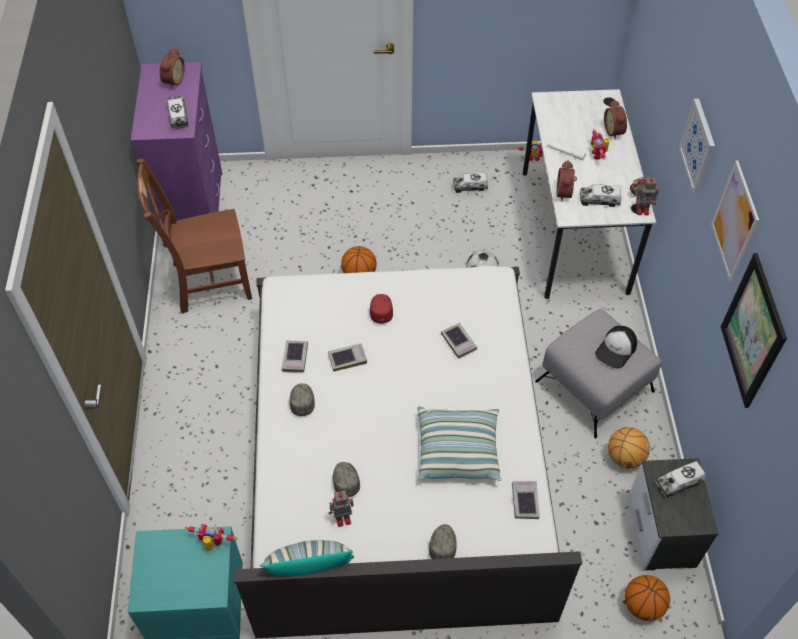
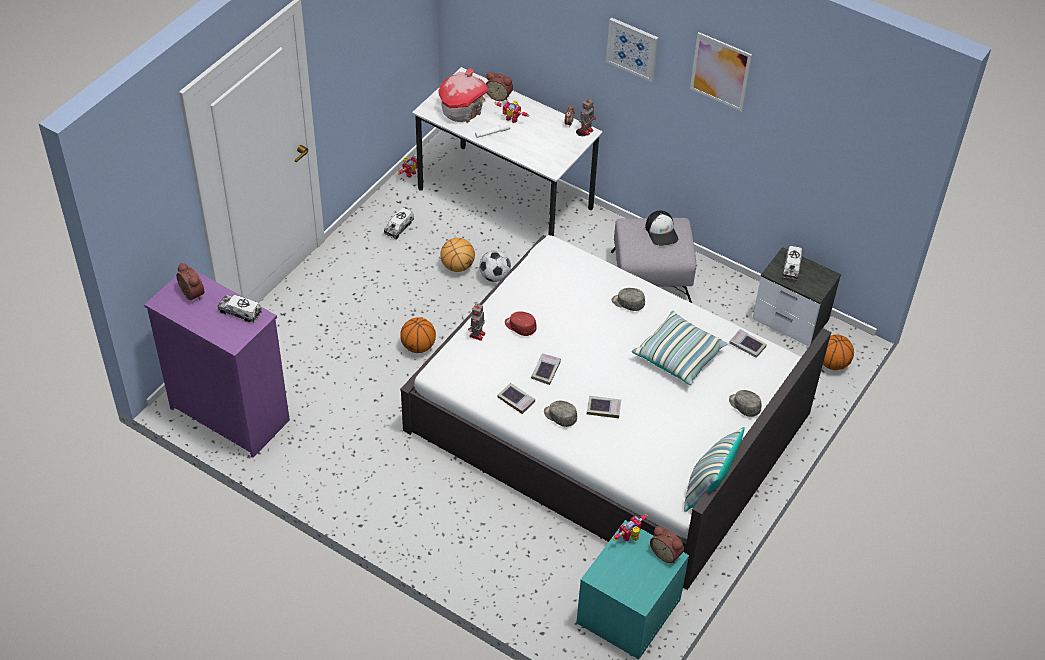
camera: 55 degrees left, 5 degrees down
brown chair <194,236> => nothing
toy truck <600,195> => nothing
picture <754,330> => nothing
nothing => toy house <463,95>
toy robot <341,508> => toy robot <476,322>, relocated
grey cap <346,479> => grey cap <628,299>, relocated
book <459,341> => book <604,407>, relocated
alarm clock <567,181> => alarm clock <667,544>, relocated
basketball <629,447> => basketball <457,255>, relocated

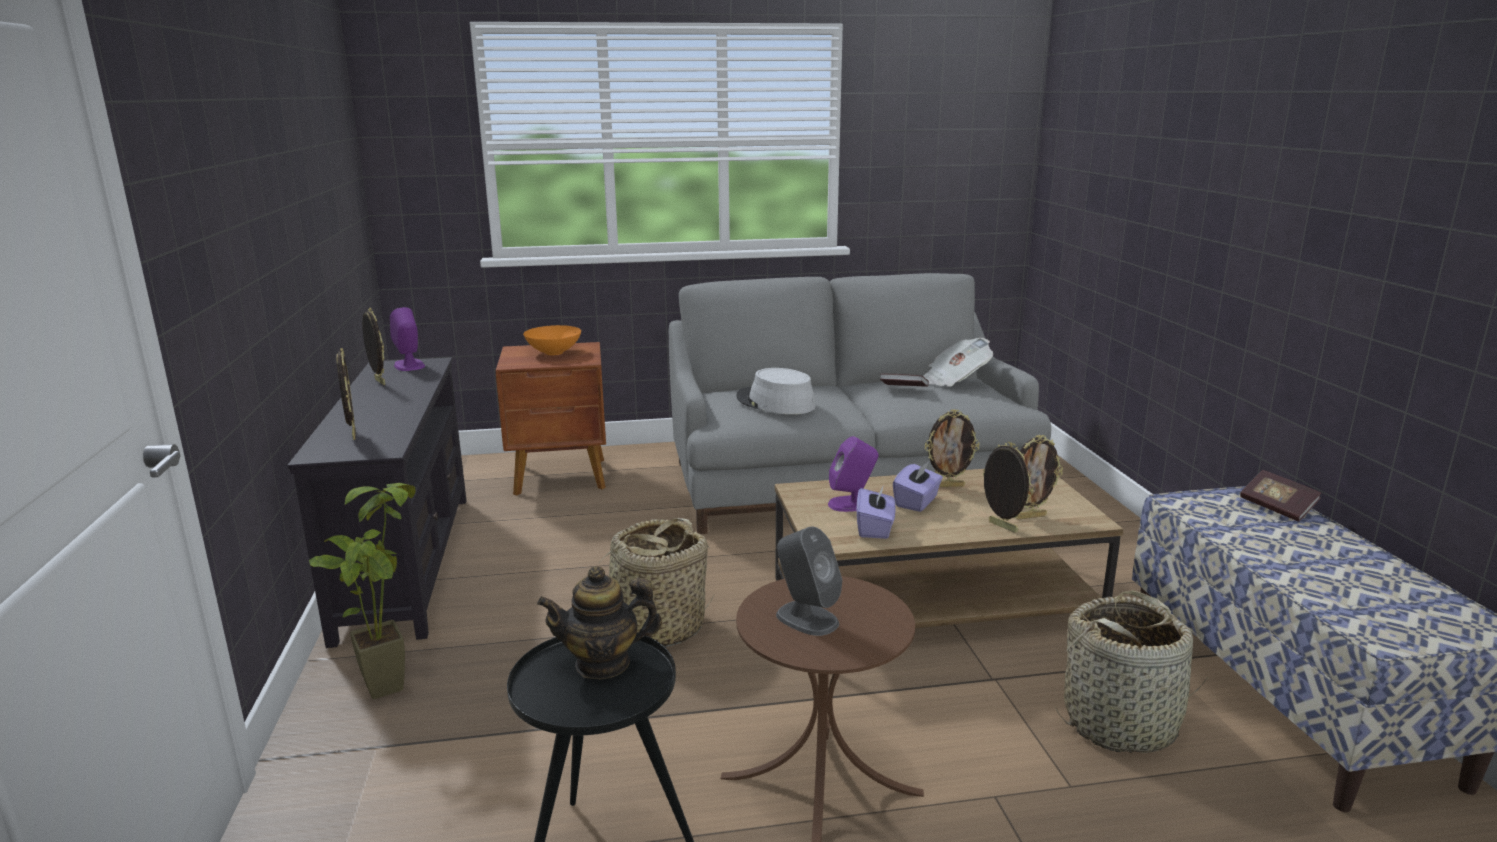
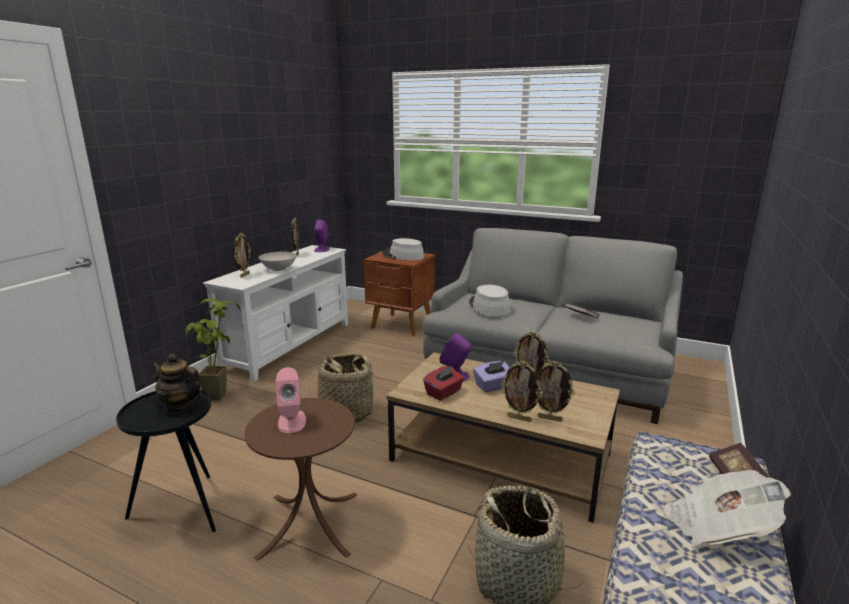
camera: 35 degrees right, 0 degrees up
nothing => white bowl <277,261>
newspaper <958,362> => newspaper <727,507>, relocated
orange bowl <552,340> => grey hat <403,249>
black tv stand <377,502> => white tv stand <275,313>
grey speaker <809,581> => pink speaker <290,400>
purple tissue box <876,511> => red tissue box <443,383>
picture frame <1008,487> => picture frame <522,391>, 120 degrees clockwise

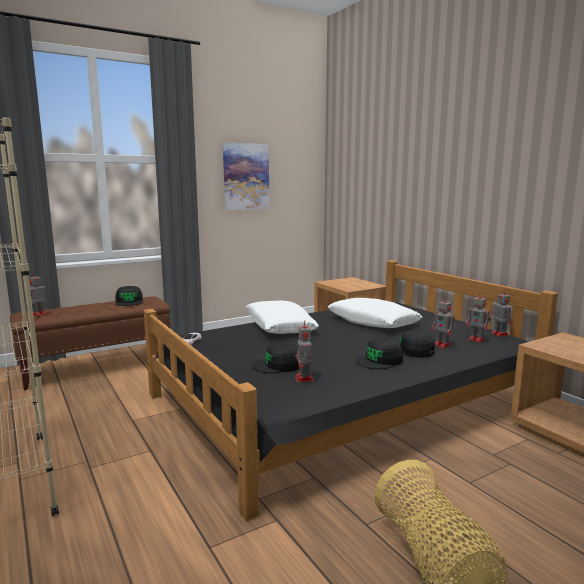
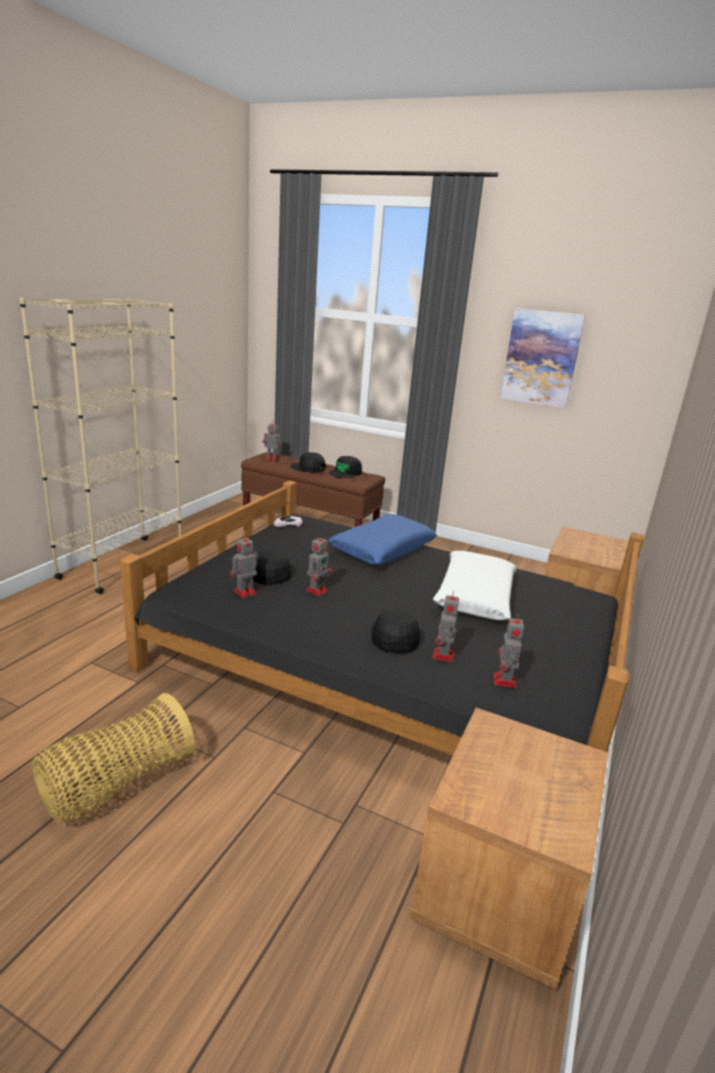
camera: 55 degrees right, 10 degrees up
black cap <379,353> => black cap <308,462>, relocated
toy robot <502,313> => toy robot <319,565>, relocated
white pillow <282,317> => blue pillow <382,539>

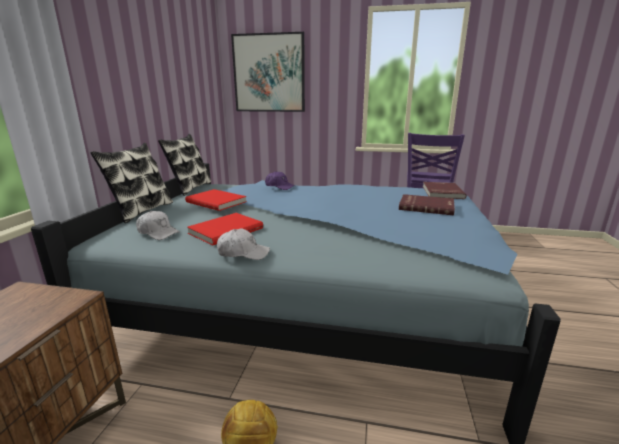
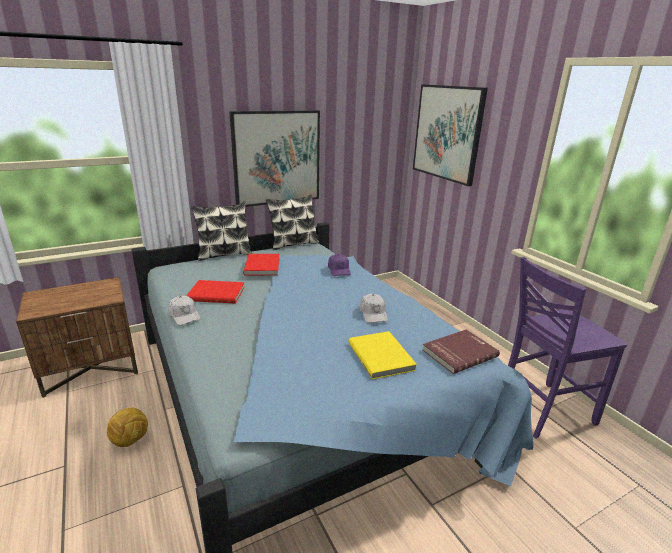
camera: 50 degrees right, 5 degrees up
nothing => picture <274,158>
white cap <158,225> => white cap <374,308>, relocated
red book <427,204> => yellow book <382,355>

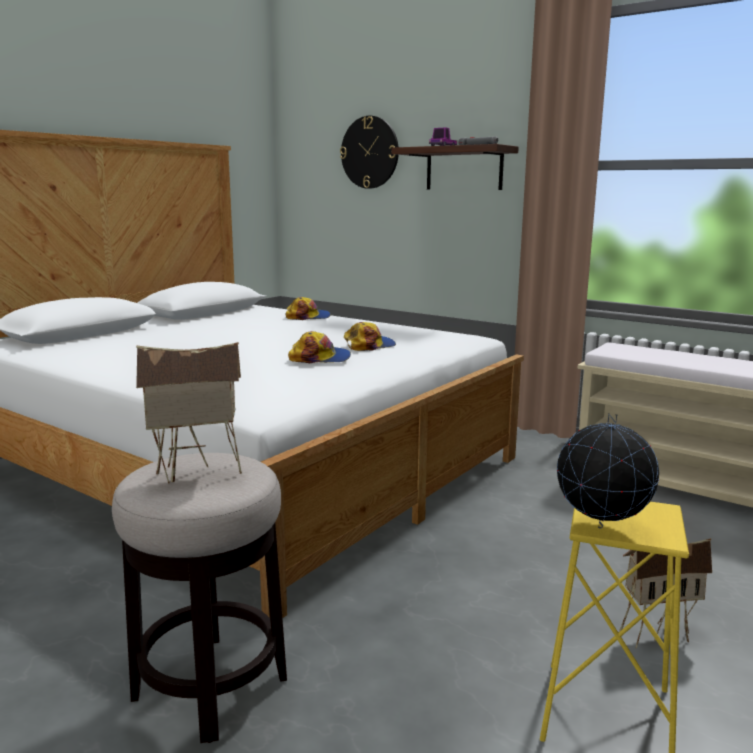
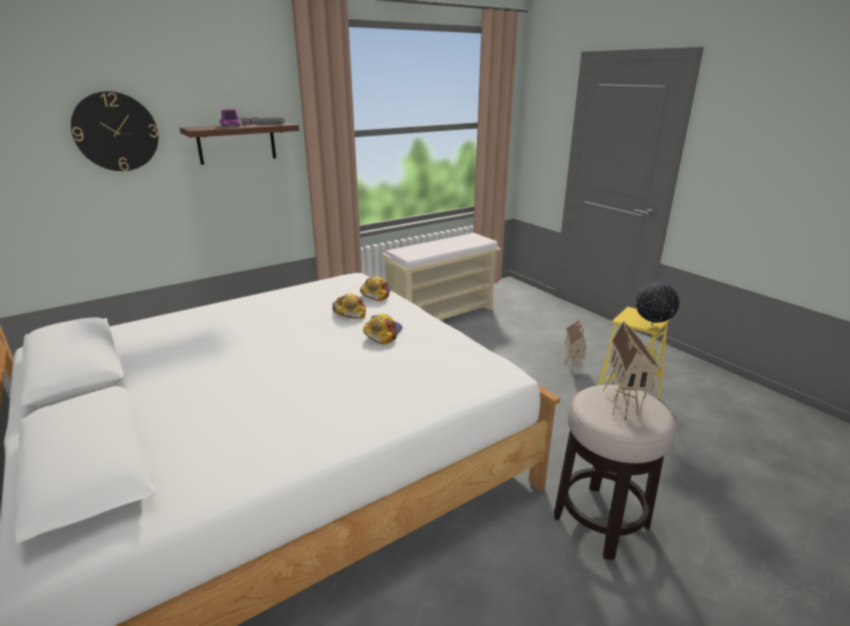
camera: 70 degrees left, 10 degrees up
cap <308,308> => cap <376,289>, relocated

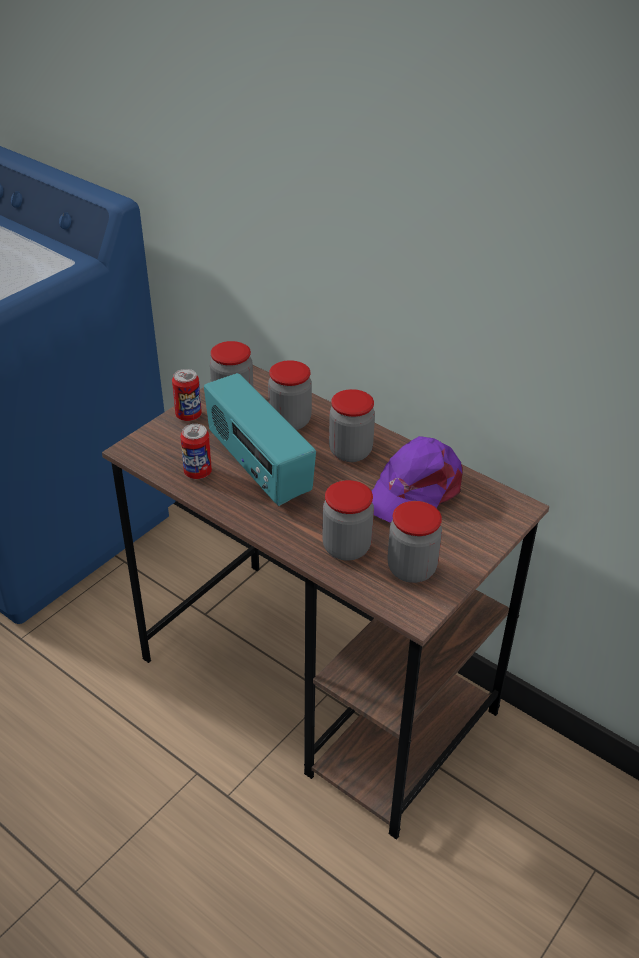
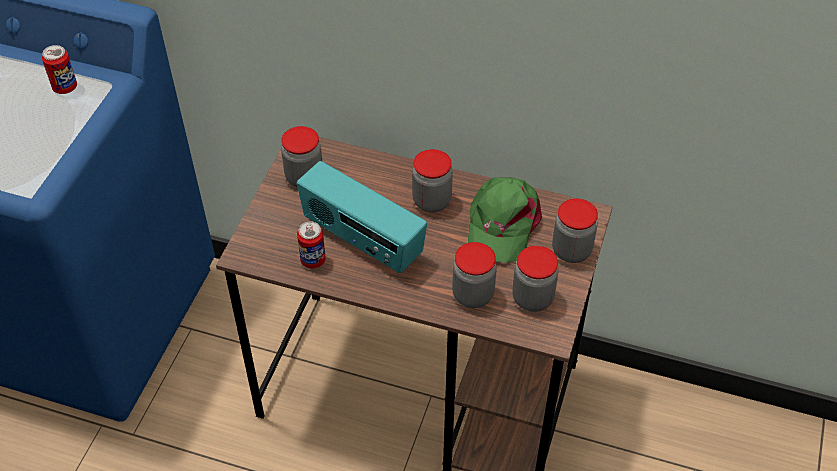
camera: 20 degrees left, 10 degrees up
can <187,395> => can <59,69>, relocated
jar <290,395> => jar <575,230>, relocated
purple cap <417,479> => green cap <505,220>

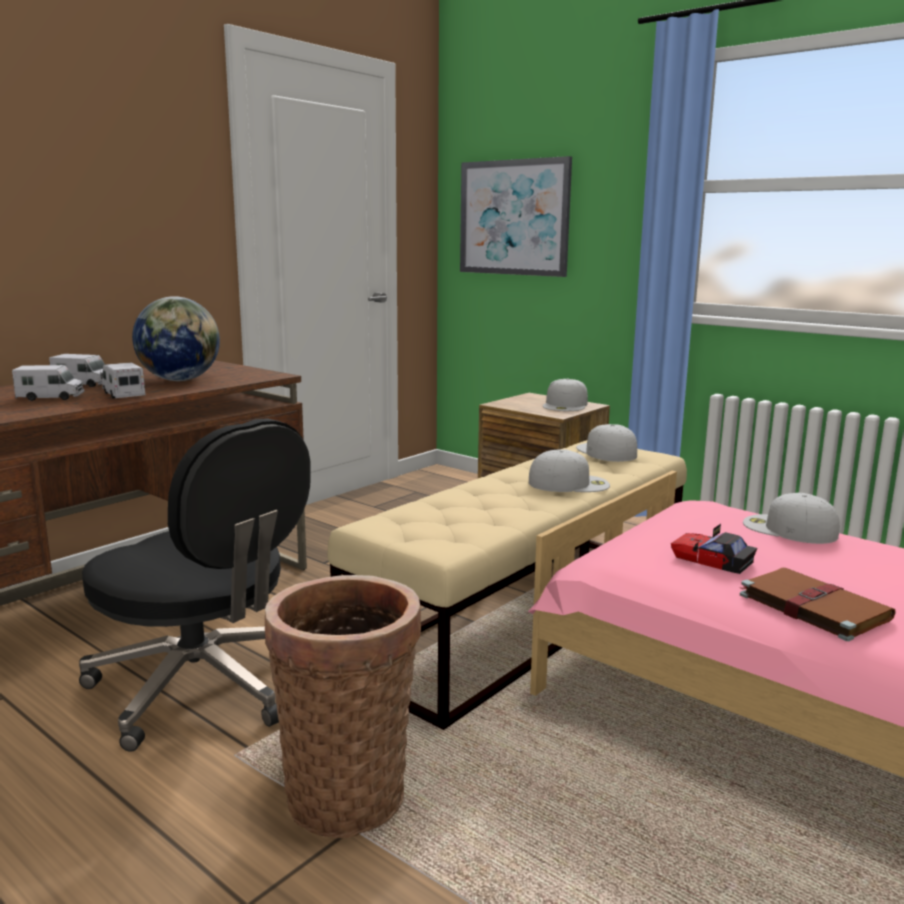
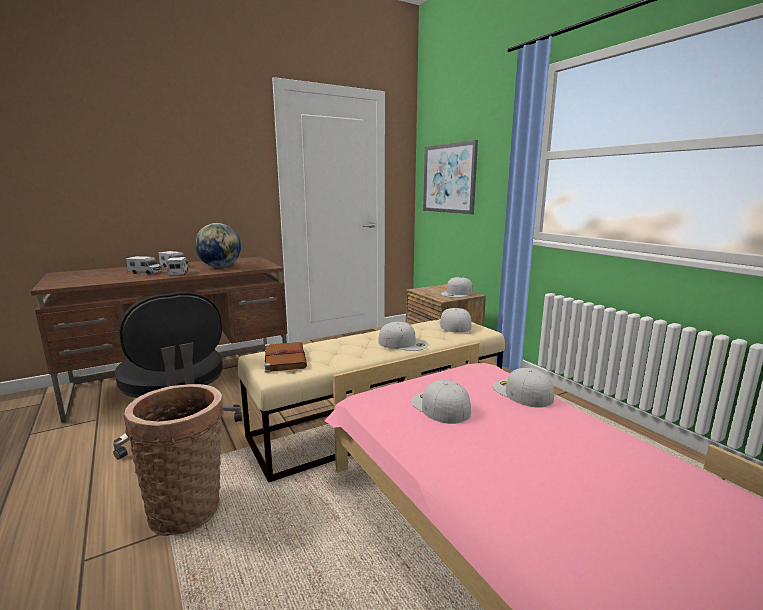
camera: 20 degrees right, 0 degrees up
brown book <817,604> => brown book <285,357>, relocated
toy car <714,549> => white cap <441,402>

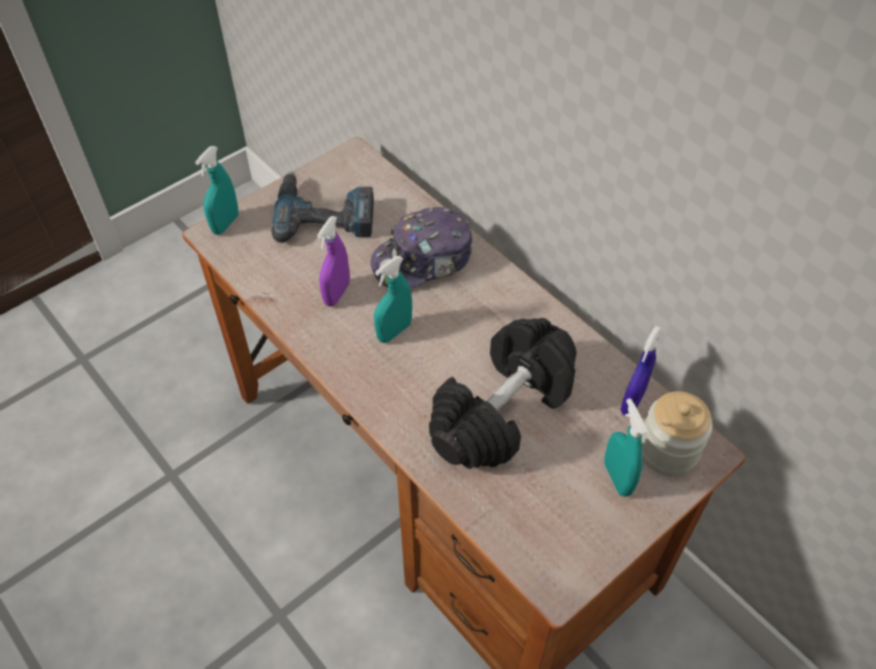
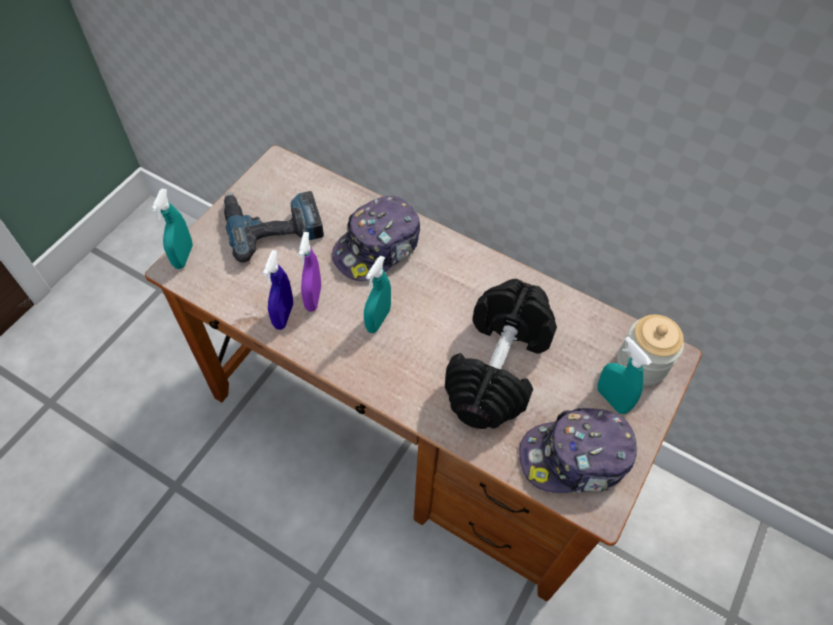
camera: 20 degrees left, 5 degrees up
nothing => cap <578,450>
blue spray bottle <641,370> => blue spray bottle <278,290>, relocated

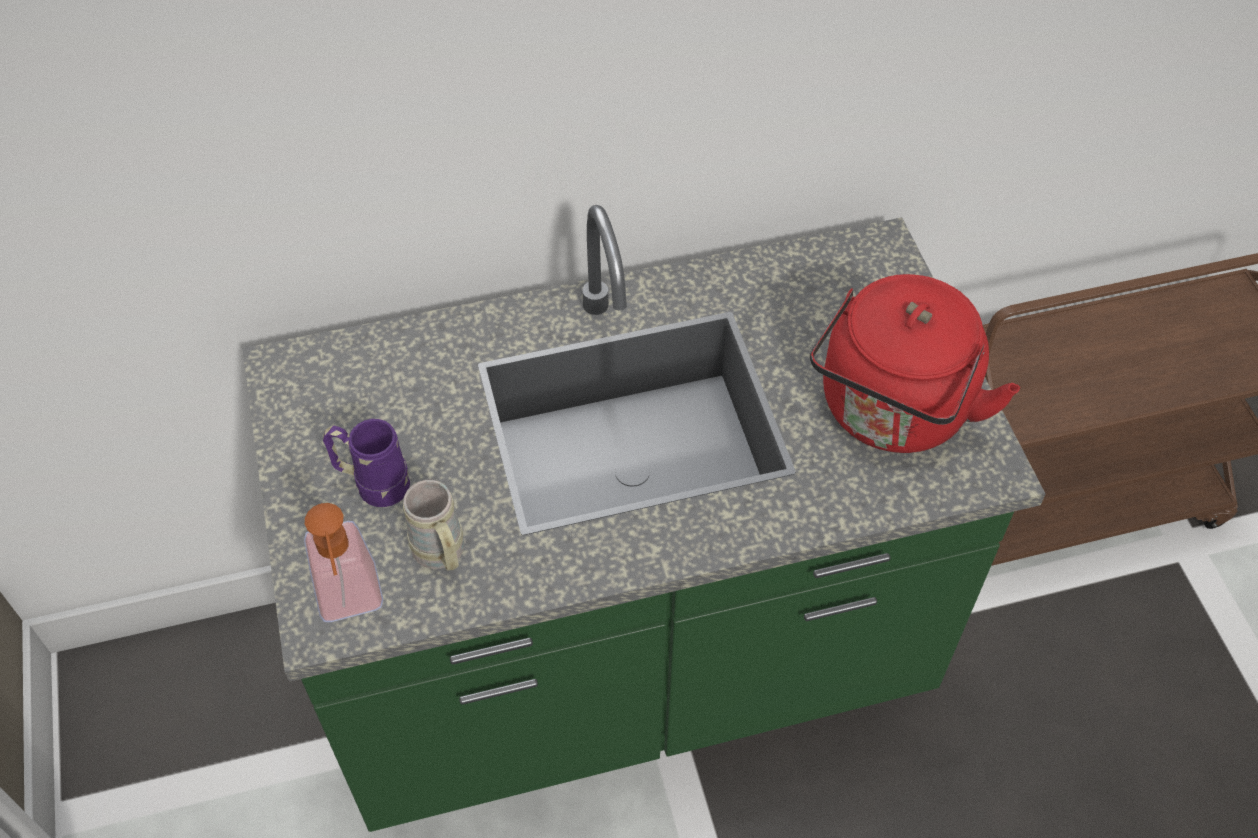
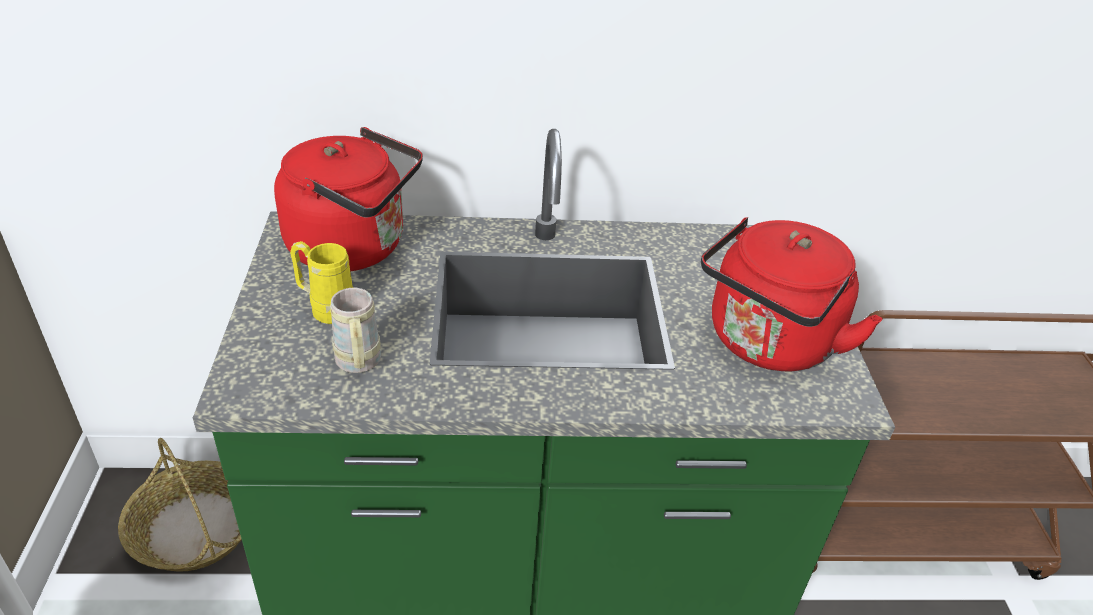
camera: 10 degrees right, 15 degrees down
soap dispenser <343,562> => nothing
nothing => basket <180,505>
nothing => red kettle <348,199>
purple mug <366,463> => yellow mug <321,282>

